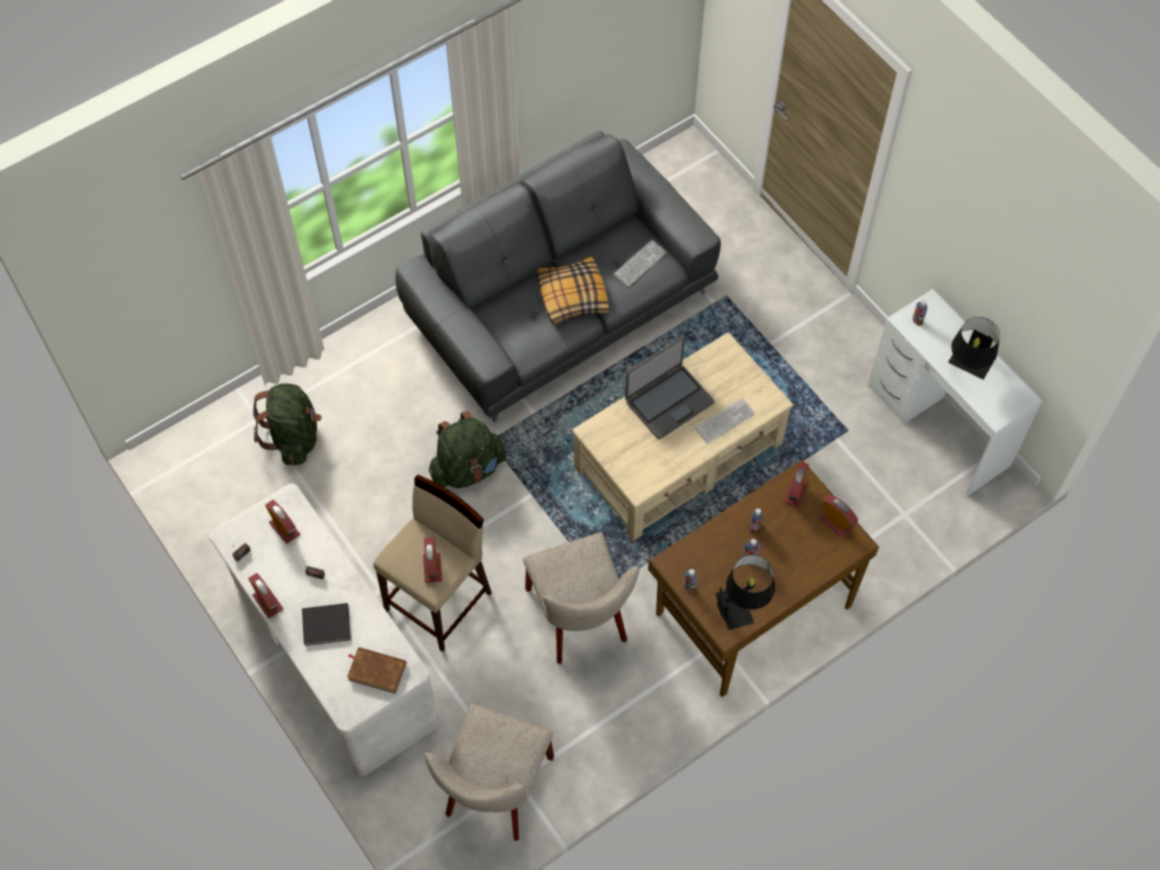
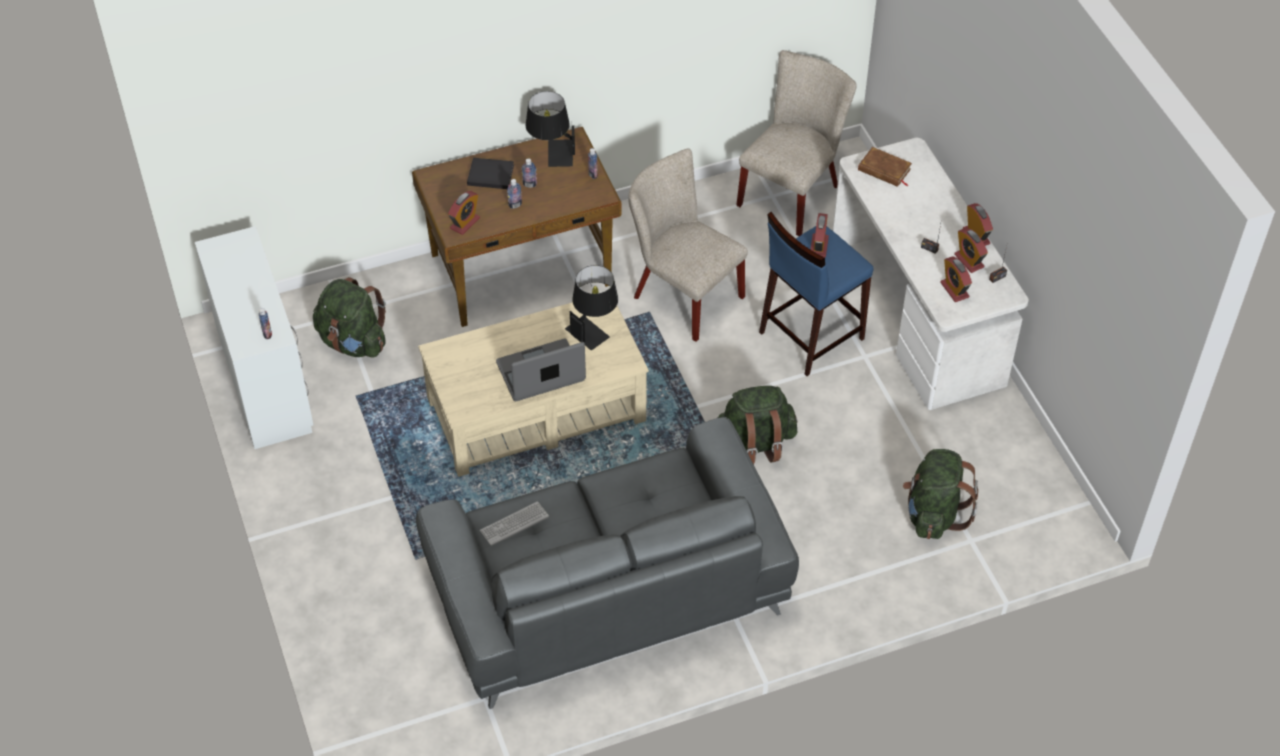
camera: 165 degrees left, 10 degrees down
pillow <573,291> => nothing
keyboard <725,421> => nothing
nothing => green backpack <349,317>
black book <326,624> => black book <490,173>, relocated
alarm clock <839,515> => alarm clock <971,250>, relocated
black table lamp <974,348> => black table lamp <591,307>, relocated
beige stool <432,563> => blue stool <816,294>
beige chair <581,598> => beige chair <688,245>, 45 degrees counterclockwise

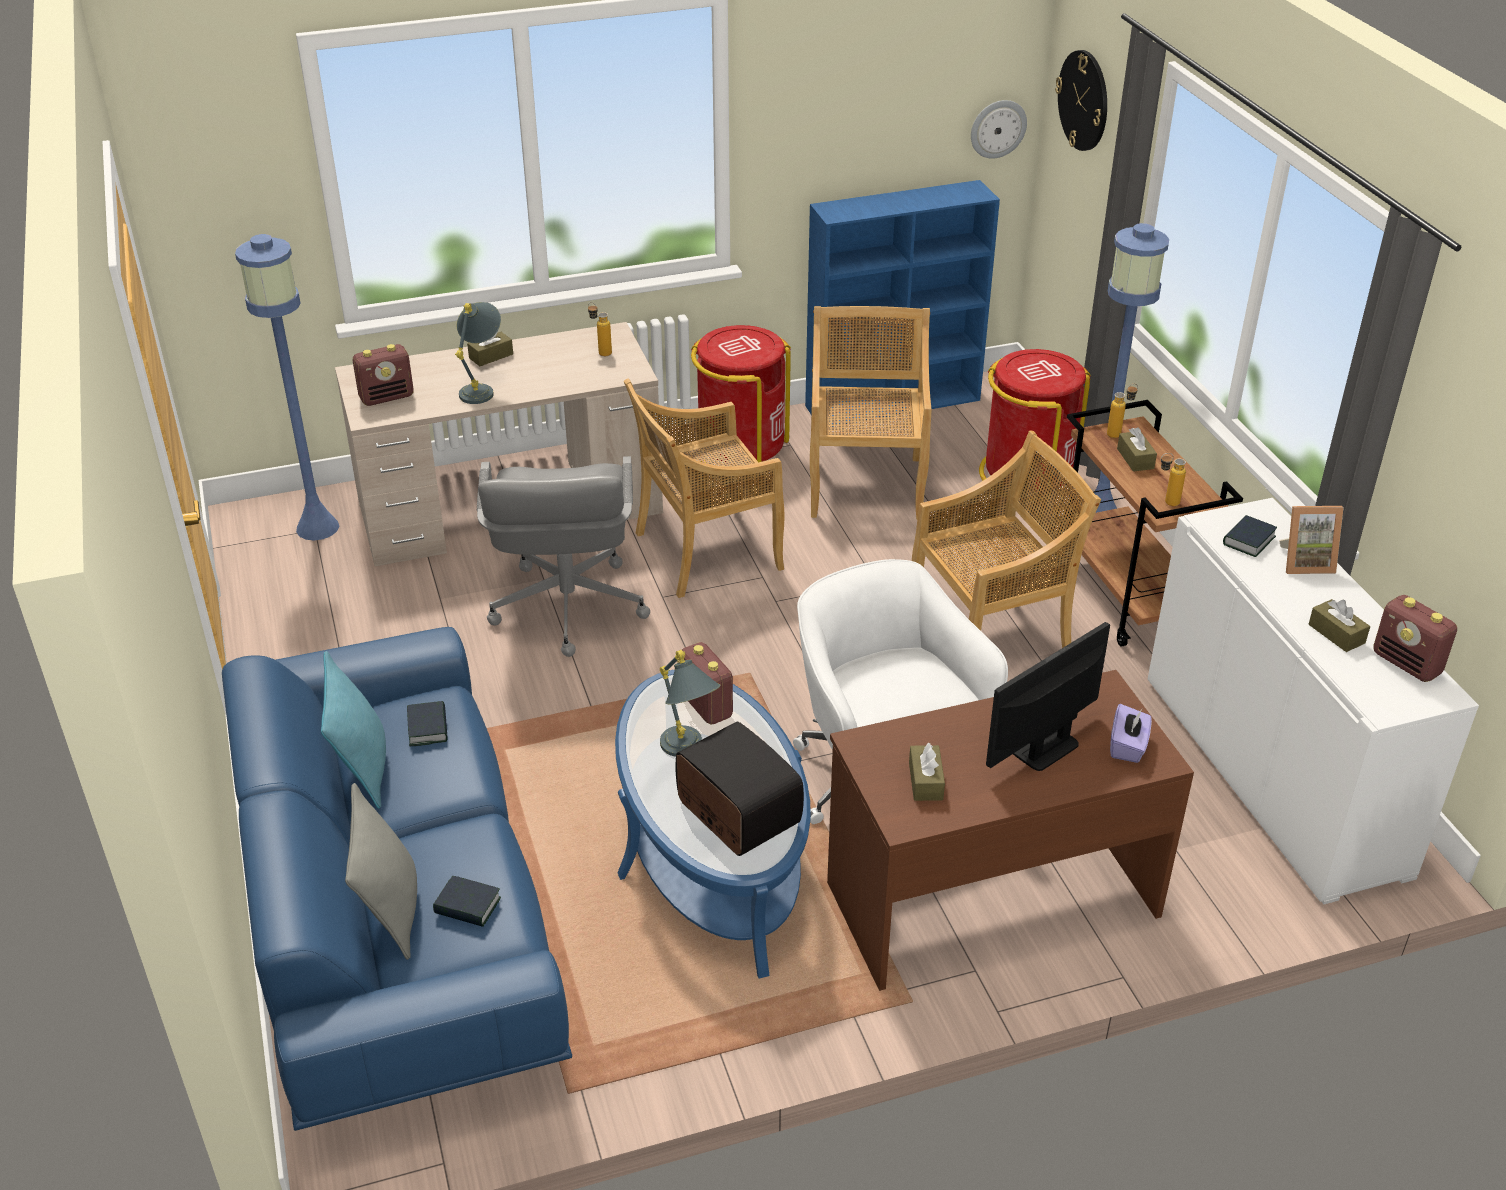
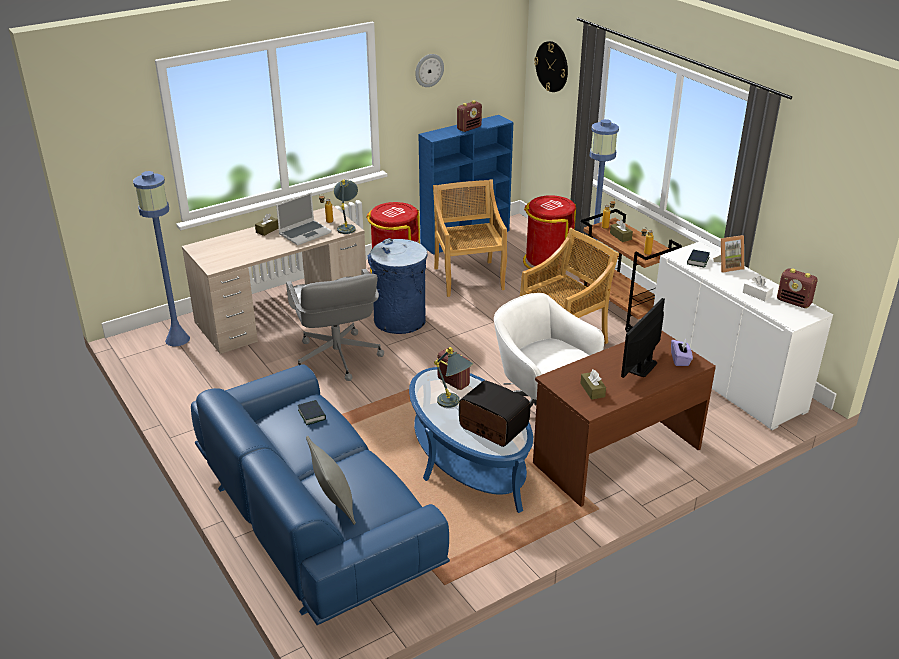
camera: 15 degrees left, 5 degrees down
turquoise pillow <353,730> => nothing
book <467,901> => nothing
nothing => laptop <304,218>
radio <383,375> => radio <469,116>, relocated
grey table lamp <478,353> => grey table lamp <346,207>, relocated
wall clock <999,129> => wall clock <429,70>, relocated
beige chair <704,488> => blue trash can <397,286>
brown tissue box <1339,625> => white tissue box <758,288>

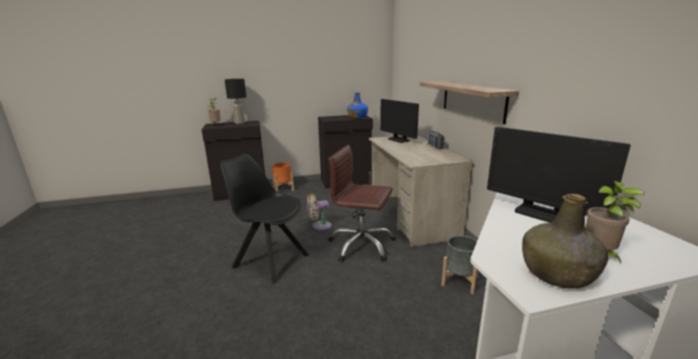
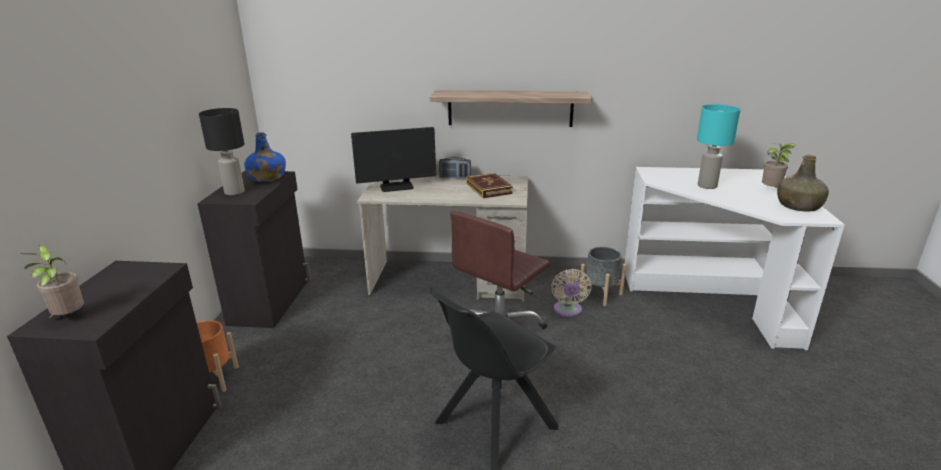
camera: 70 degrees left, 5 degrees up
nothing => book <489,185>
black table lamp <235,101> => black table lamp <222,151>, relocated
beige fan <319,212> => beige fan <571,293>, relocated
monitor <559,175> => turquoise table lamp <718,146>

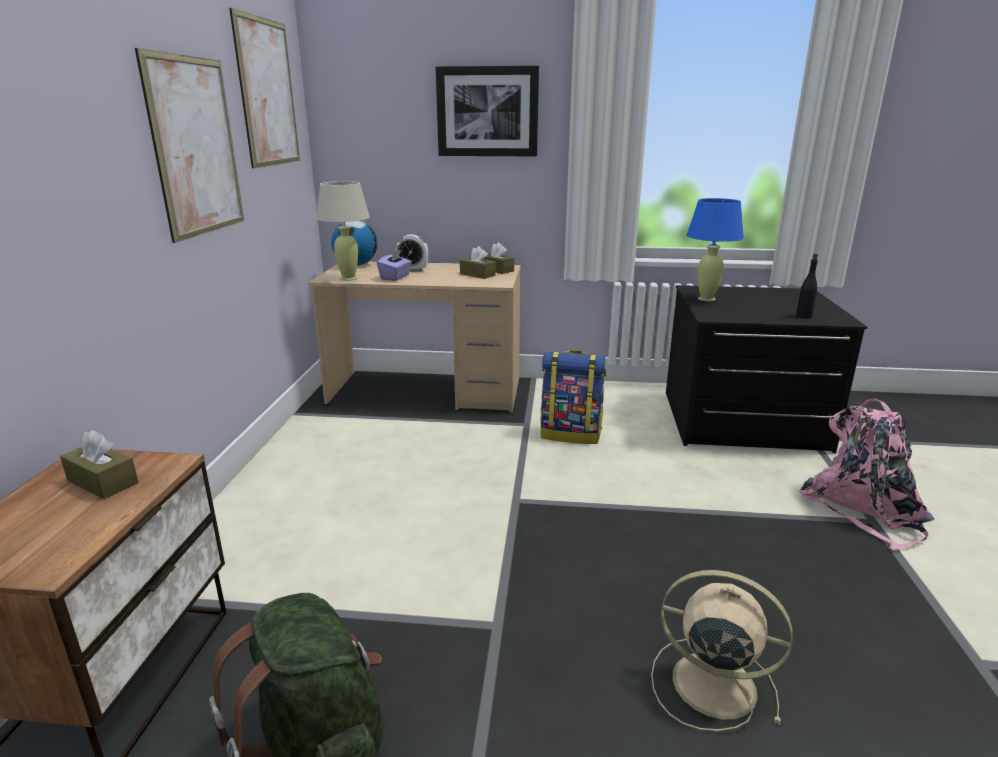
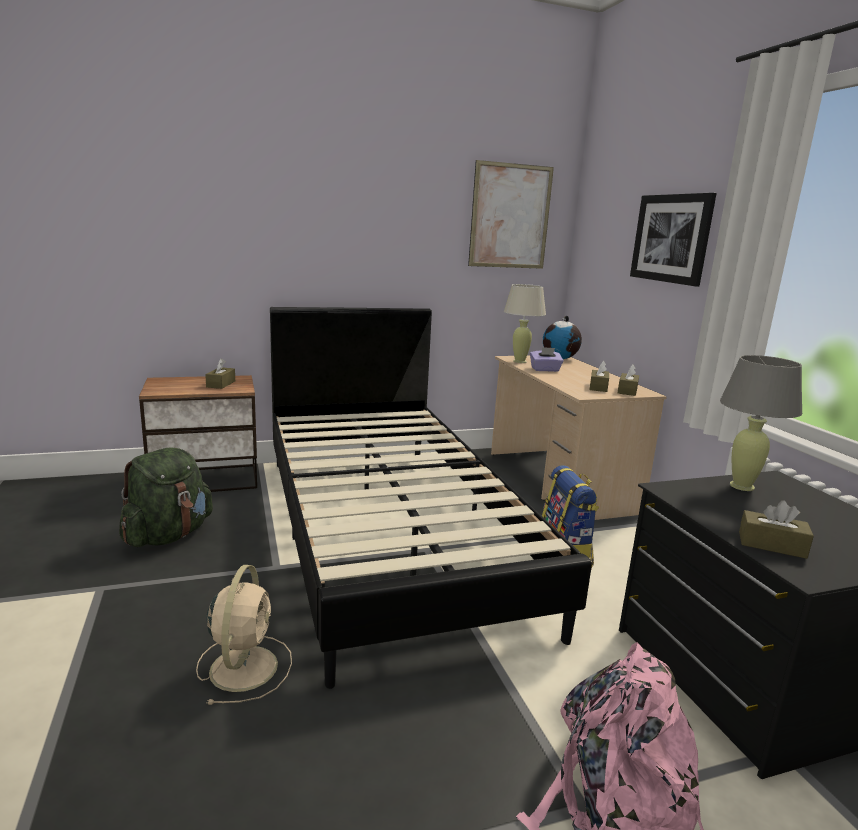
camera: 65 degrees right, 5 degrees down
picture <189,145> => nothing
alarm clock <411,253> => nothing
nothing => black bed <431,498>
black bottle <807,286> => brown tissue box <776,529>
blue table lamp <715,249> => grey table lamp <761,423>

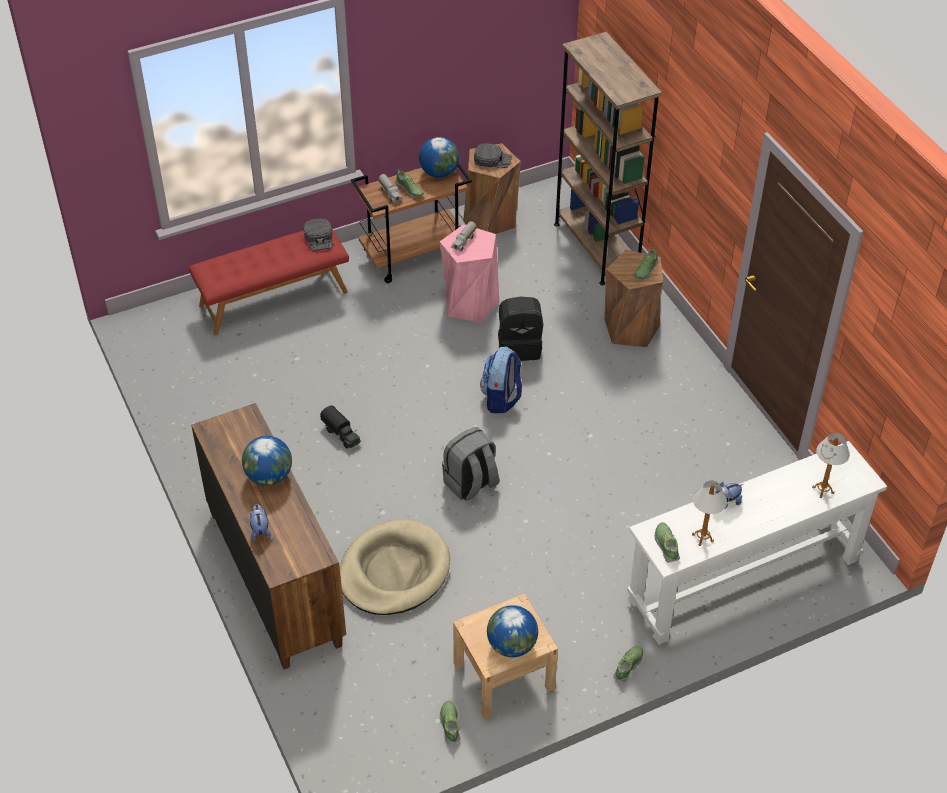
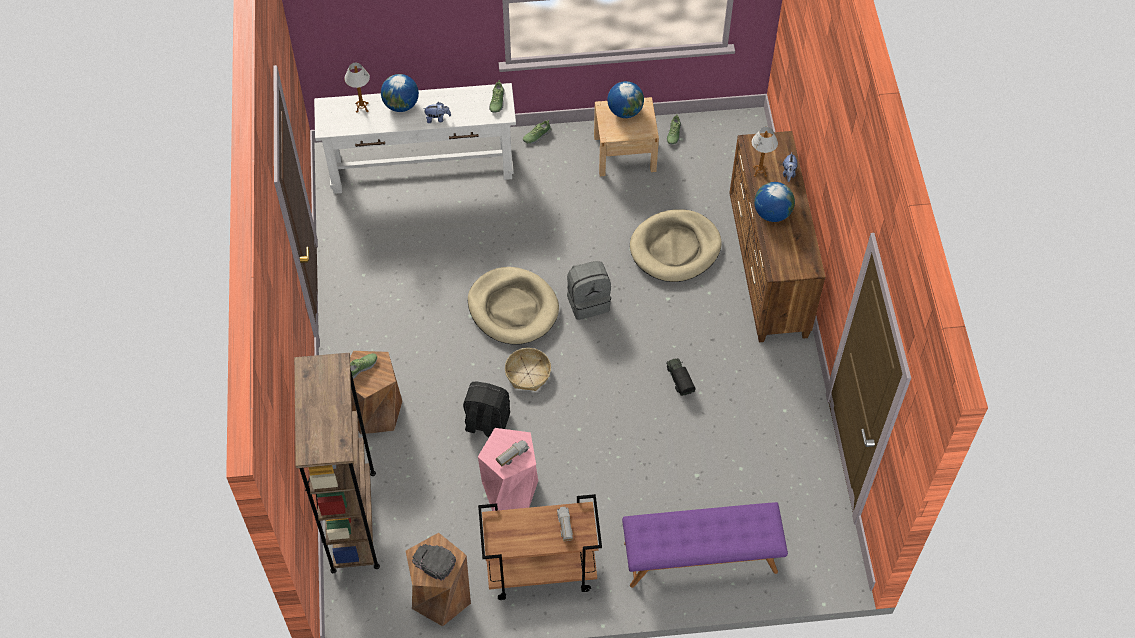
camera: 160 degrees left, 10 degrees up
black cap <318,234> => nothing
shoe <409,183> => nothing
nothing => beige dog bed <513,306>
globe <439,157> => globe <400,93>, relocated
table lamp <709,513> => table lamp <765,152>, relocated
backpack <501,380> => basket <528,369>
red bench <269,282> => purple bench <705,545>

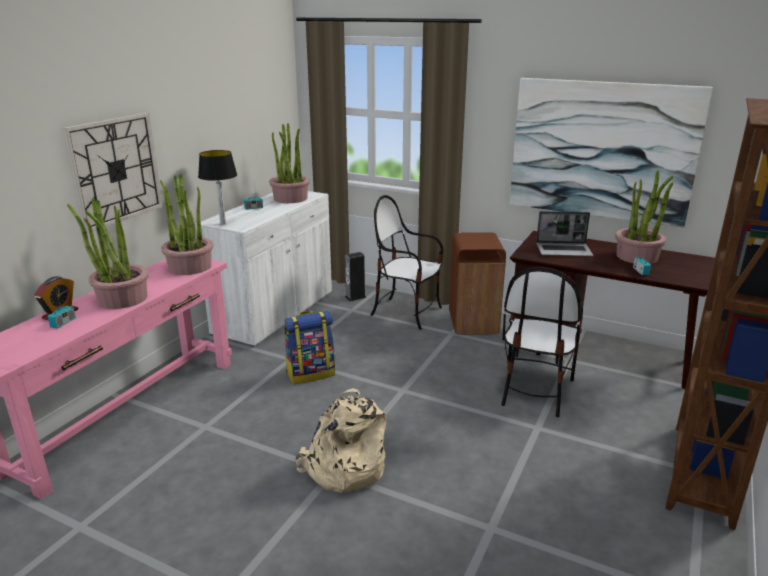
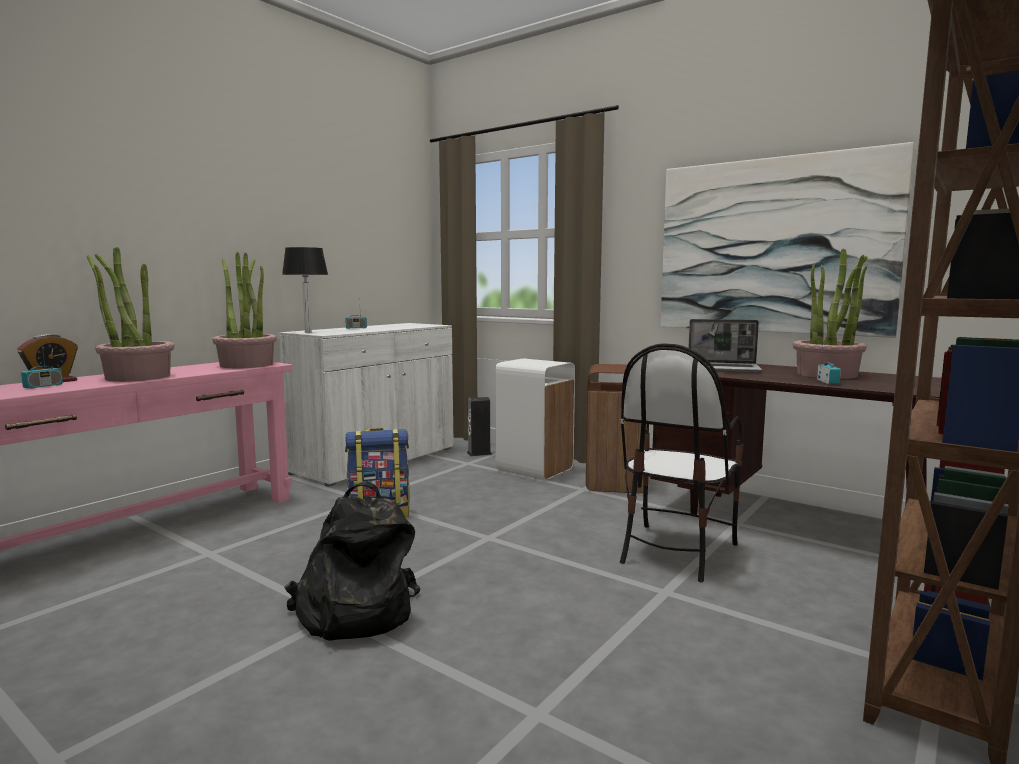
camera: 10 degrees right, 15 degrees down
wall clock <112,173> => nothing
potted plant <289,163> => nothing
chair <406,262> => white trash can <535,419>
beige backpack <341,440> => black backpack <352,561>

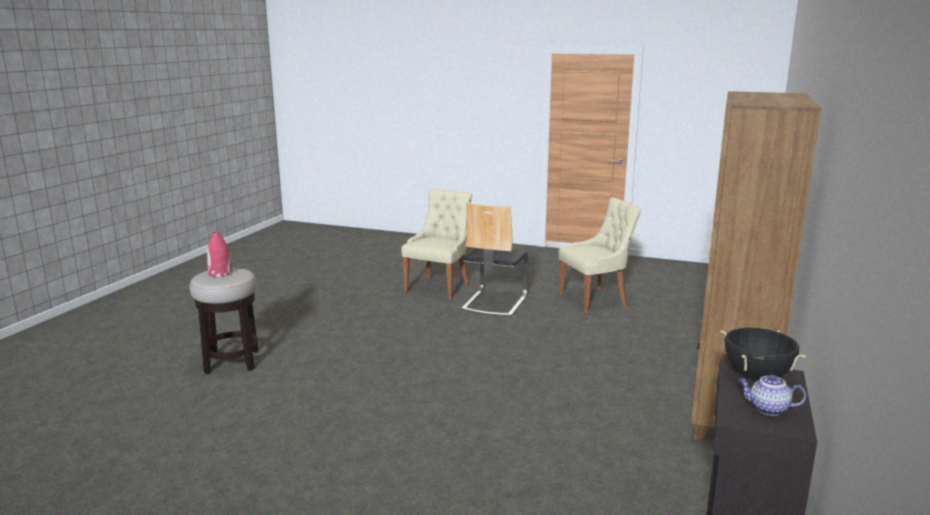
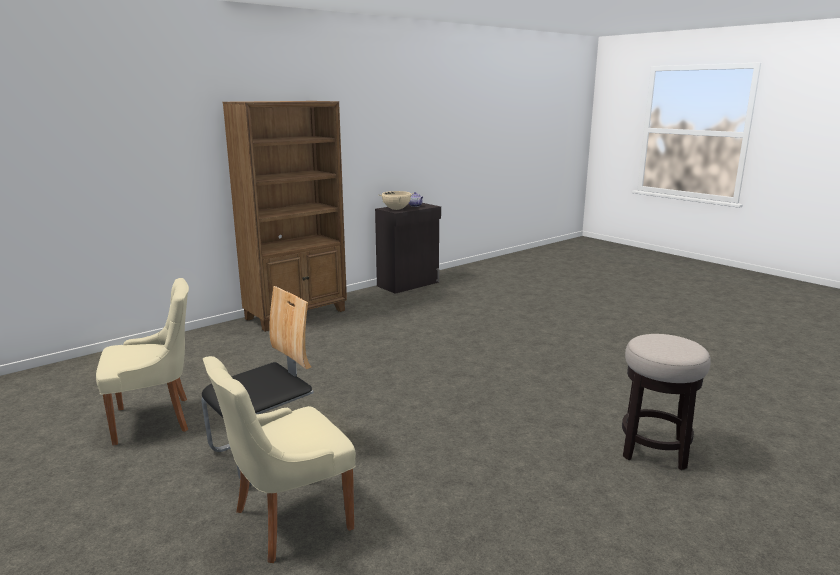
camera: 150 degrees left, 0 degrees up
red vase <219,254> => nothing
black cooking pot <763,354> => beige cooking pot <396,200>
beige chair <600,255> => beige chair <142,361>, 150 degrees clockwise

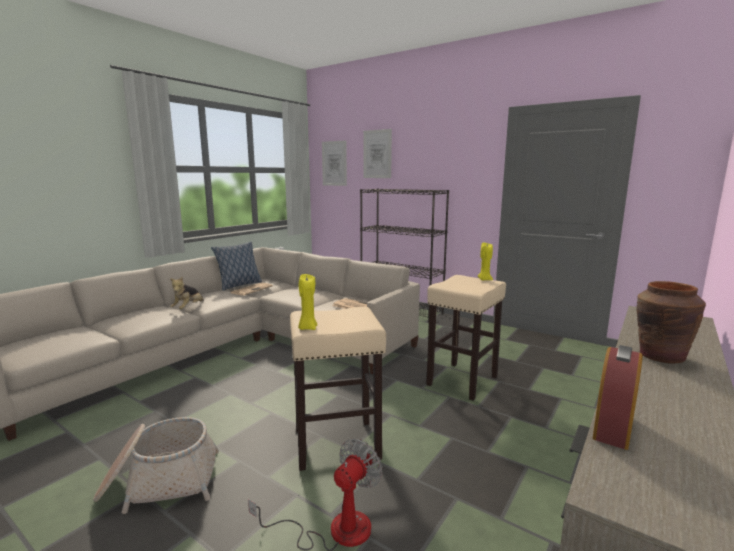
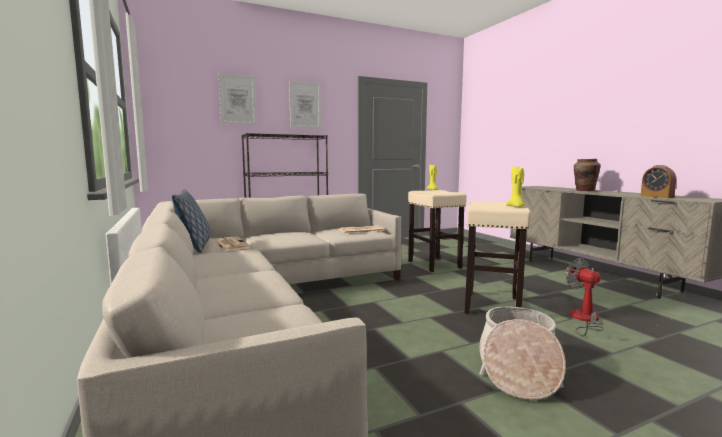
camera: 60 degrees left, 5 degrees down
plush toy <187,292> => nothing
picture <334,163> => picture <305,105>, relocated

